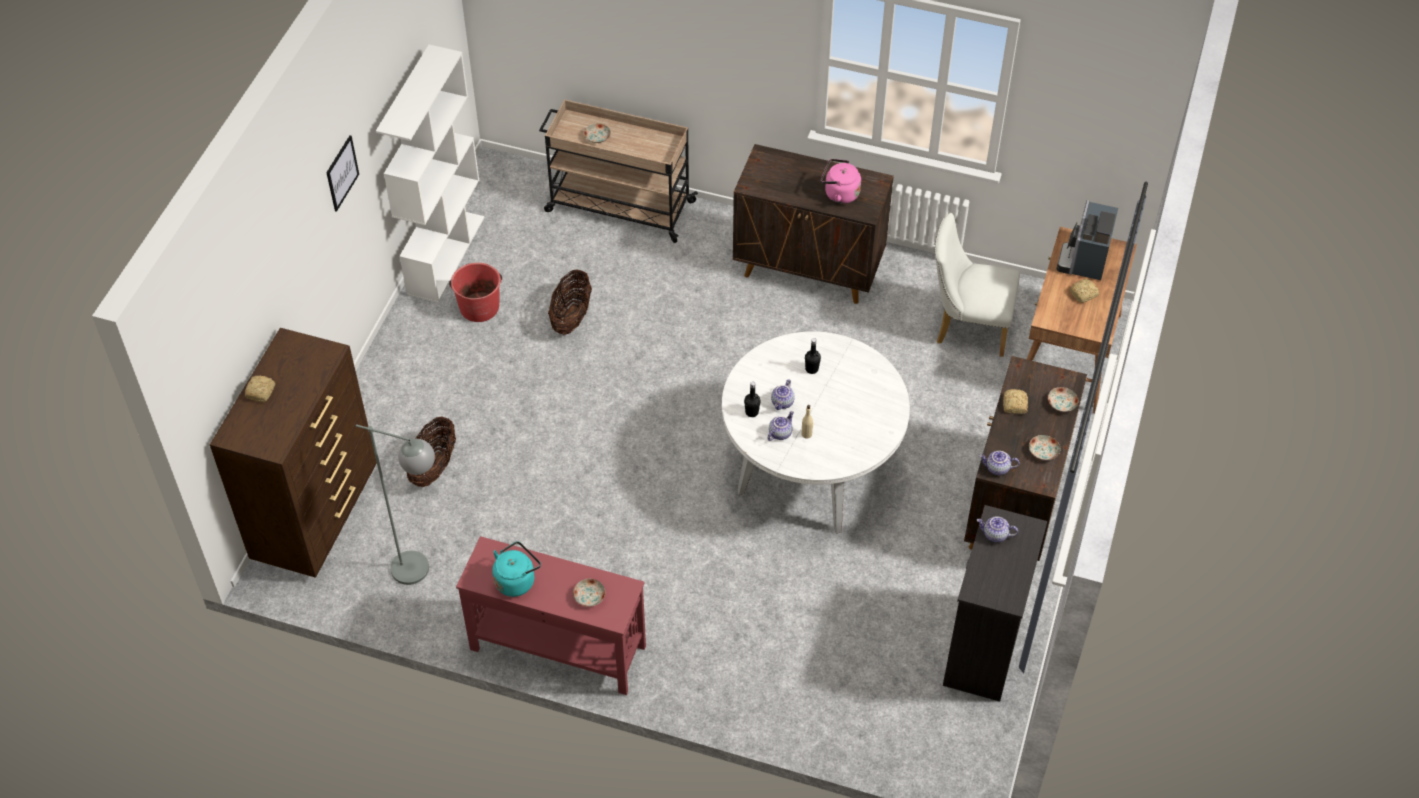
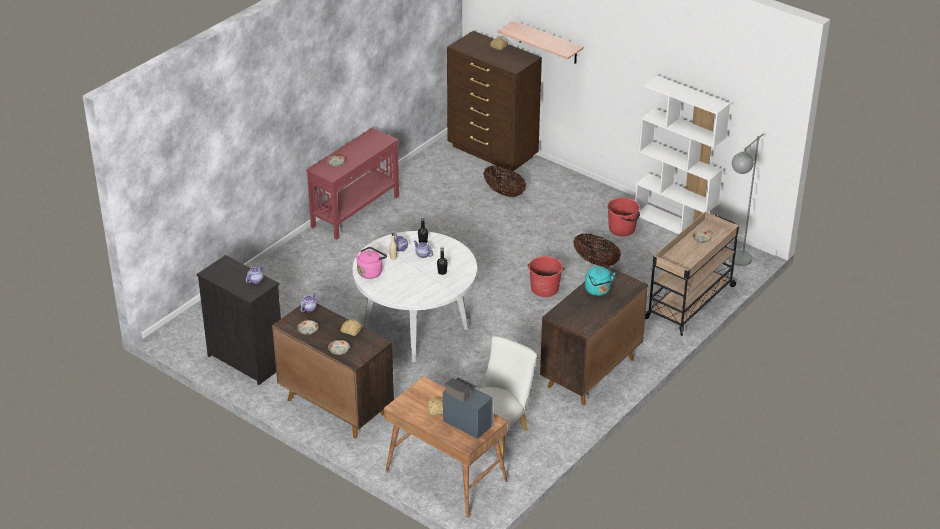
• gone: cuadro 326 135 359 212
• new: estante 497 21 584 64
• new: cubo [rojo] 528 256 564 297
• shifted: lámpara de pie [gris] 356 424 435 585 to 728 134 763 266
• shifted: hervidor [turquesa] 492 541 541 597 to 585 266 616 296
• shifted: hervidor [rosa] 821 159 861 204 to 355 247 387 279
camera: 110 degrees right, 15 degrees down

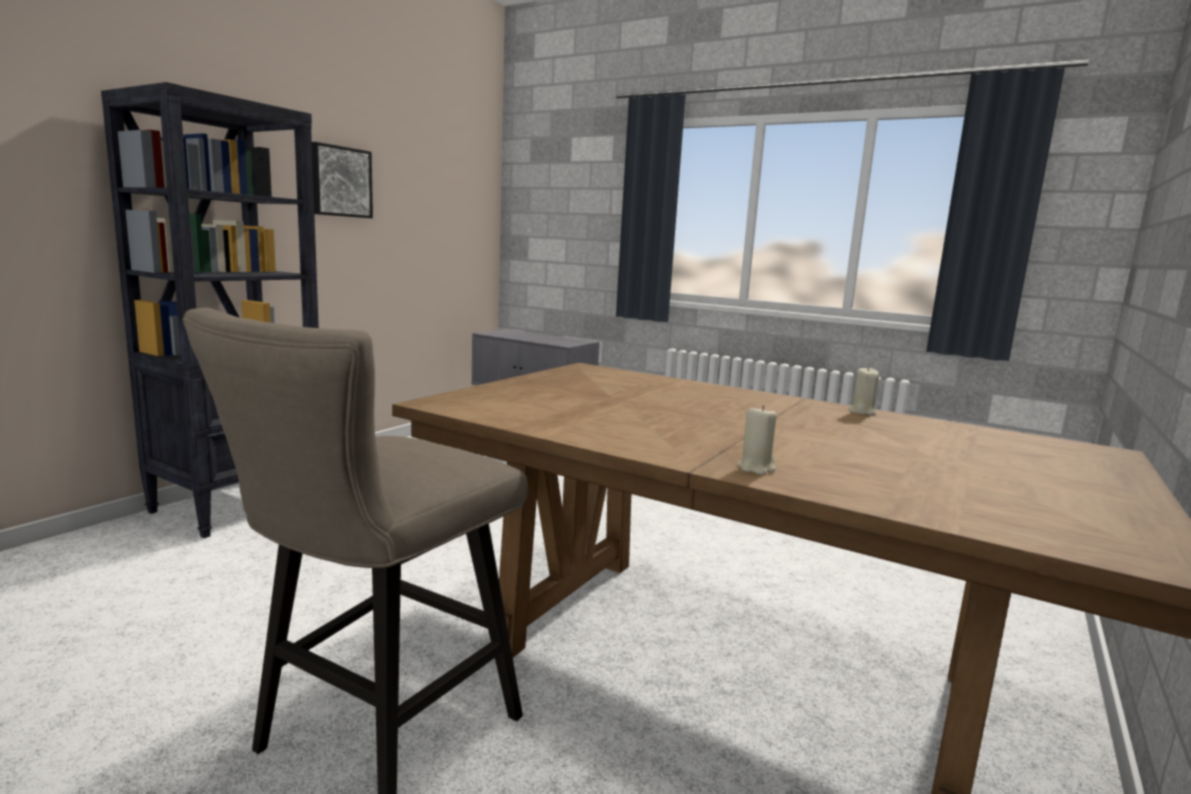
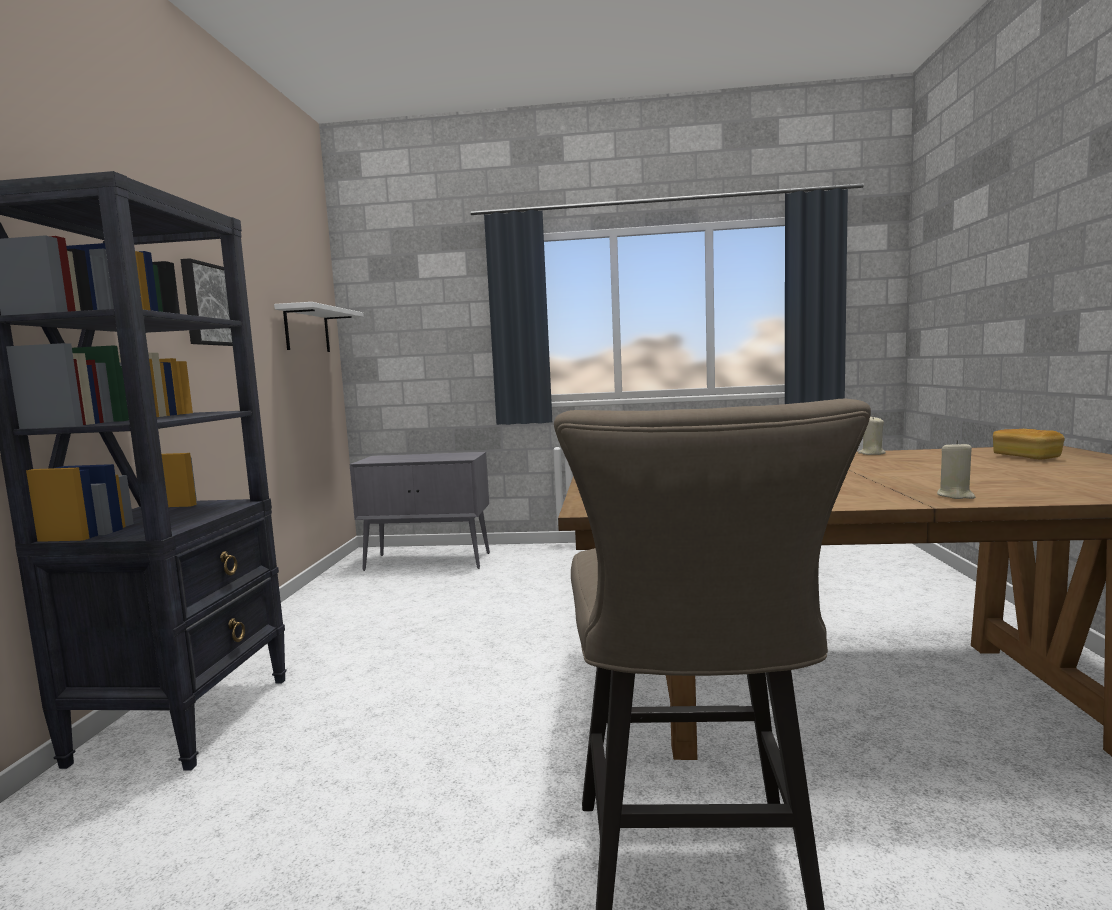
• new: estante [blanco] 274 302 364 352
• new: pan 993 429 1065 459
camera: 25 degrees left, 5 degrees down

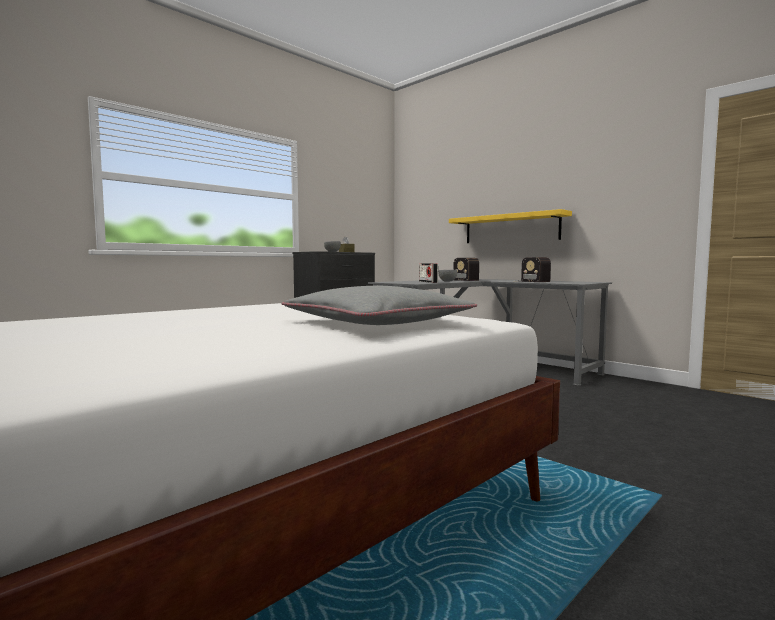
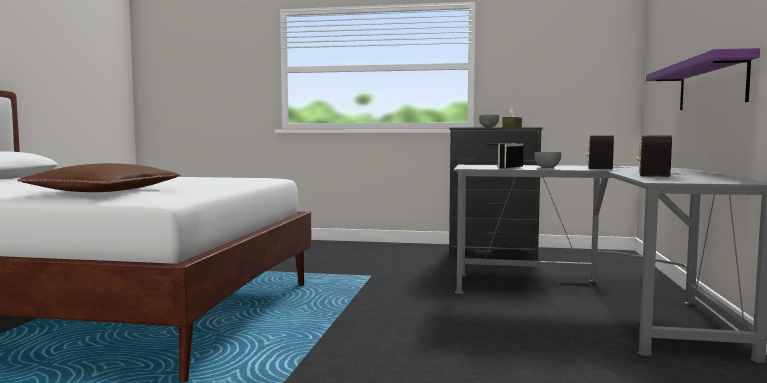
• repainted: cojín [gris] 281 286 477 325 to cojín [marrón] 17 163 181 192
• repainted: estante [amarillo] 449 209 572 243 to estante [morado] 646 48 760 110
camera: 55 degrees right, 0 degrees up

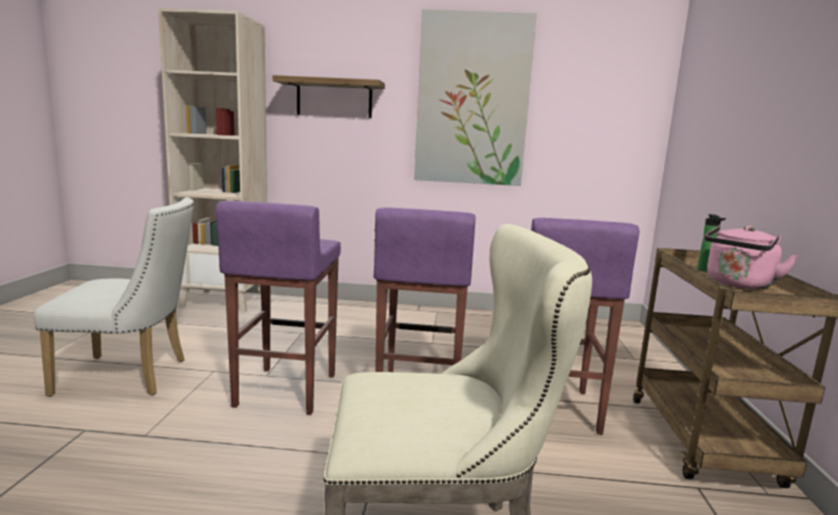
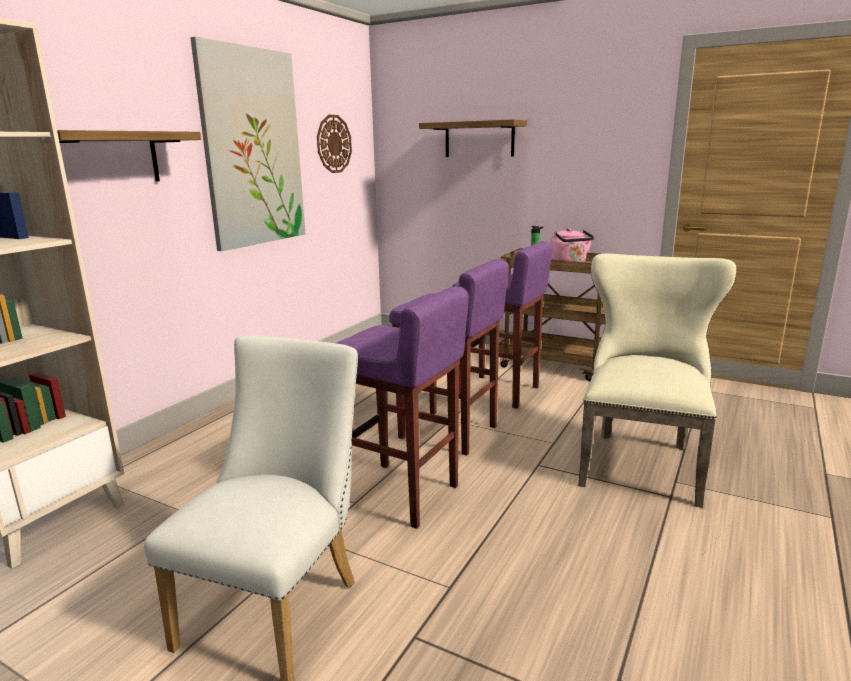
• new: reloj de pared 317 115 352 173
• new: estante 419 119 527 157
camera: 65 degrees left, 5 degrees up

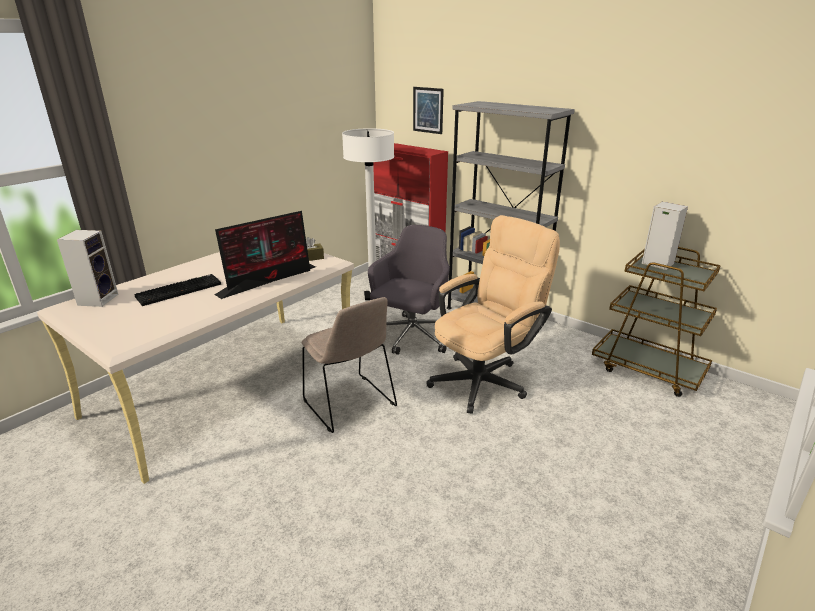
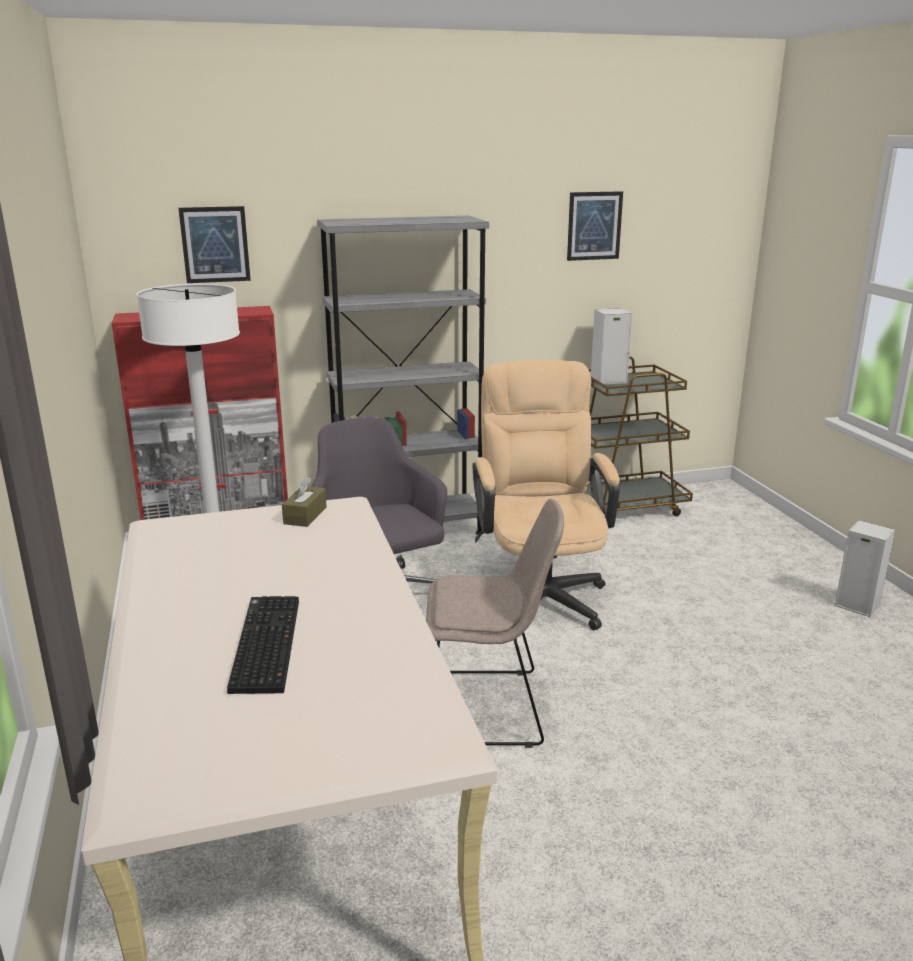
• gone: monitor 215 211 316 299
• new: cuadro 567 191 623 261
• shifted: altavoz 57 230 118 307 to 835 520 895 617
camera: 55 degrees left, 5 degrees down

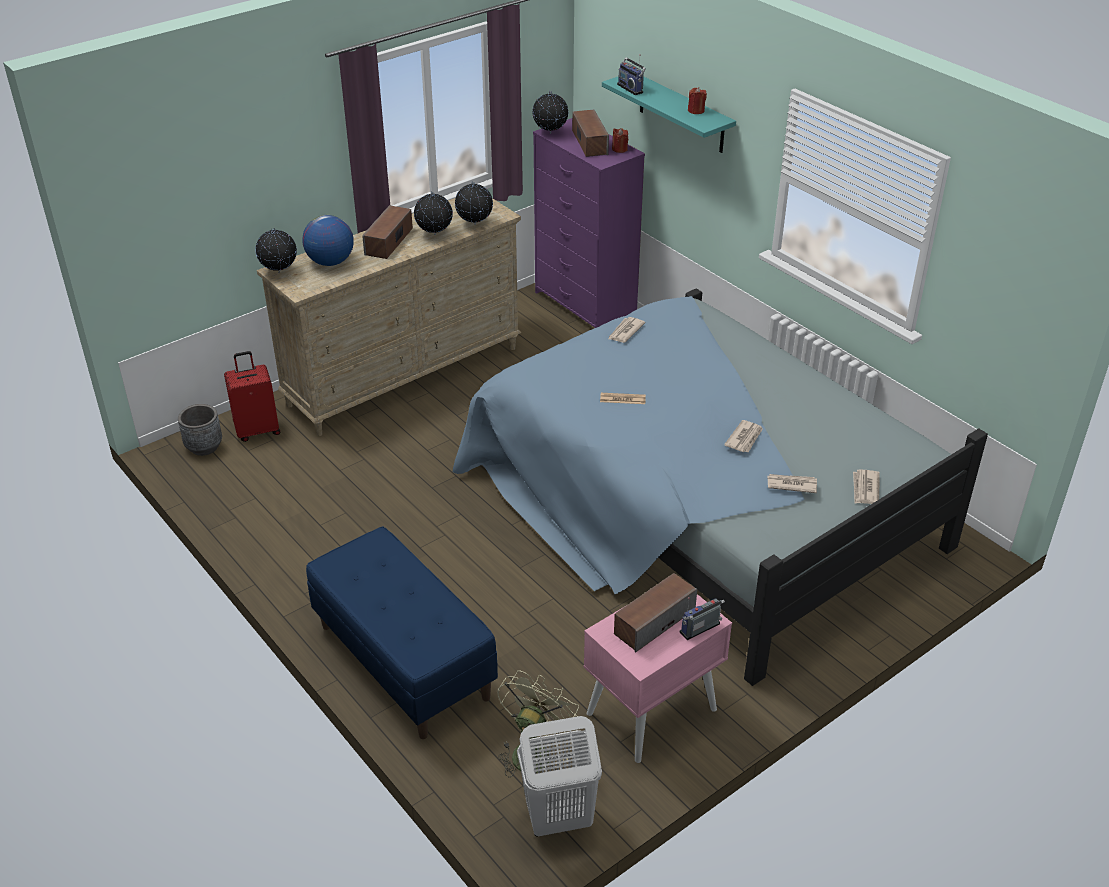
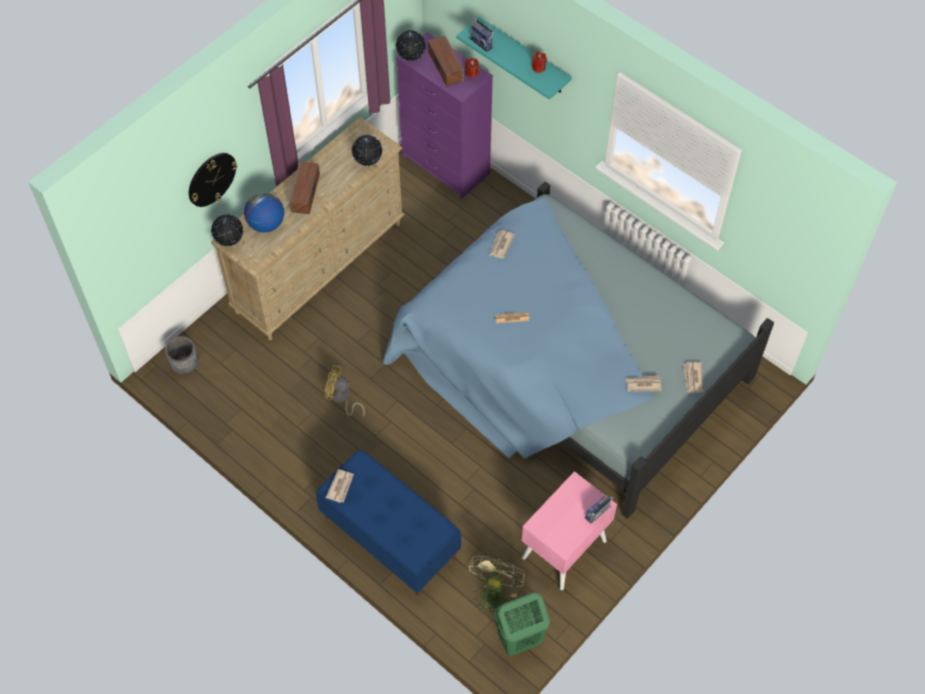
• gone: maleta [rojo] 224 351 280 442
• gone: globo terráqueo 414 191 453 235
• gone: altavoz 614 573 697 652
• new: reloj de pared 189 153 237 207
• new: ventilador [amarillo] 325 365 365 417
• shifted: periódico 724 420 763 453 to 325 469 354 503
• repainted: cesto de la ropa [blanco] 517 716 602 836 to cesto de la ropa [verde] 494 592 550 656
camera: 10 degrees left, 20 degrees up

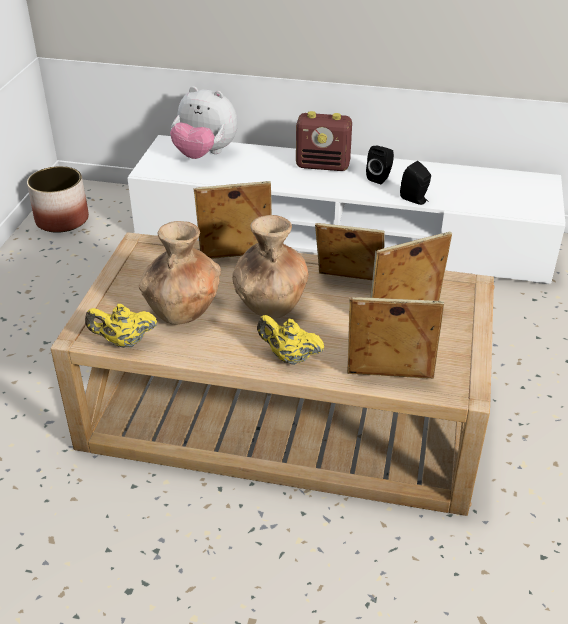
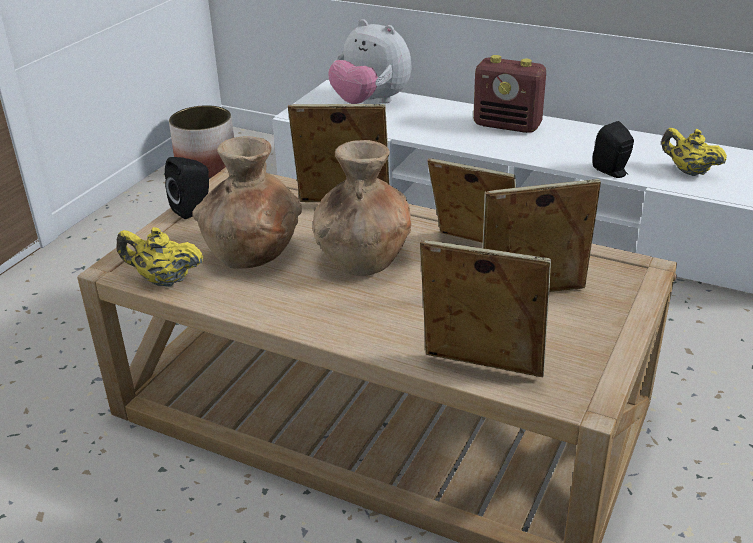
• shifted: tetera [amarillo] 257 315 324 365 to 661 128 727 176
• shifted: altavoz [negro] 366 146 394 184 to 165 157 209 219
camera: 15 degrees right, 5 degrees down

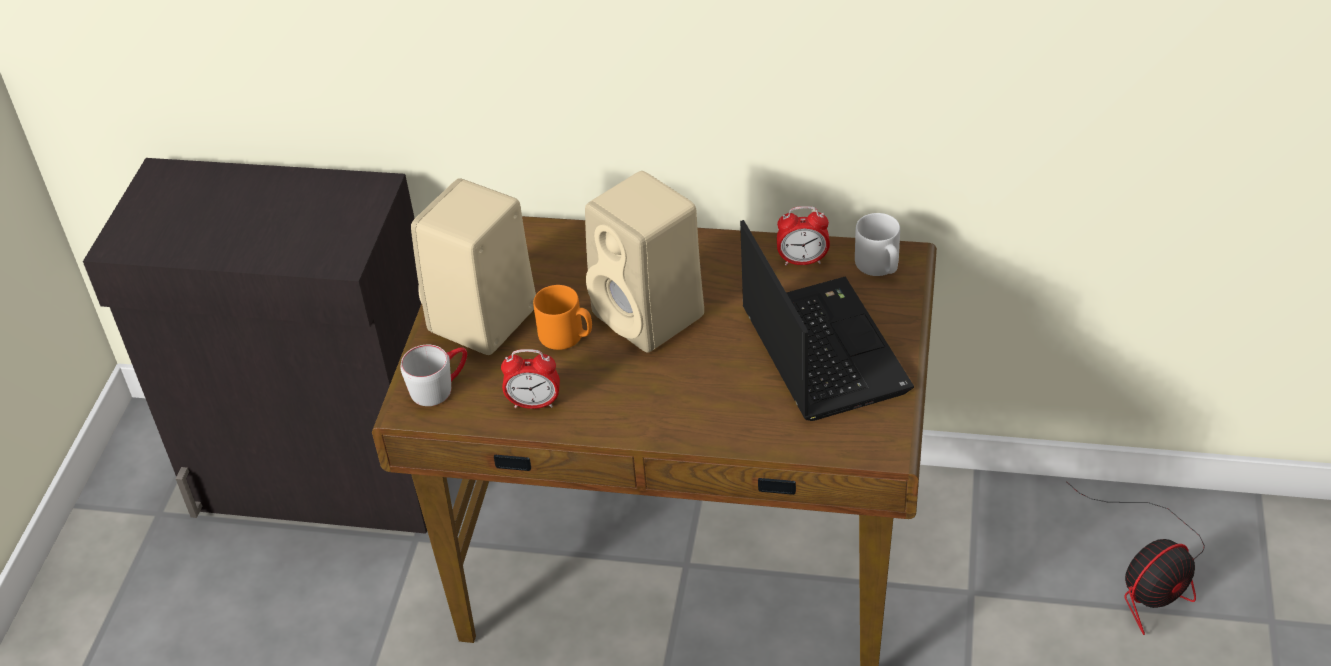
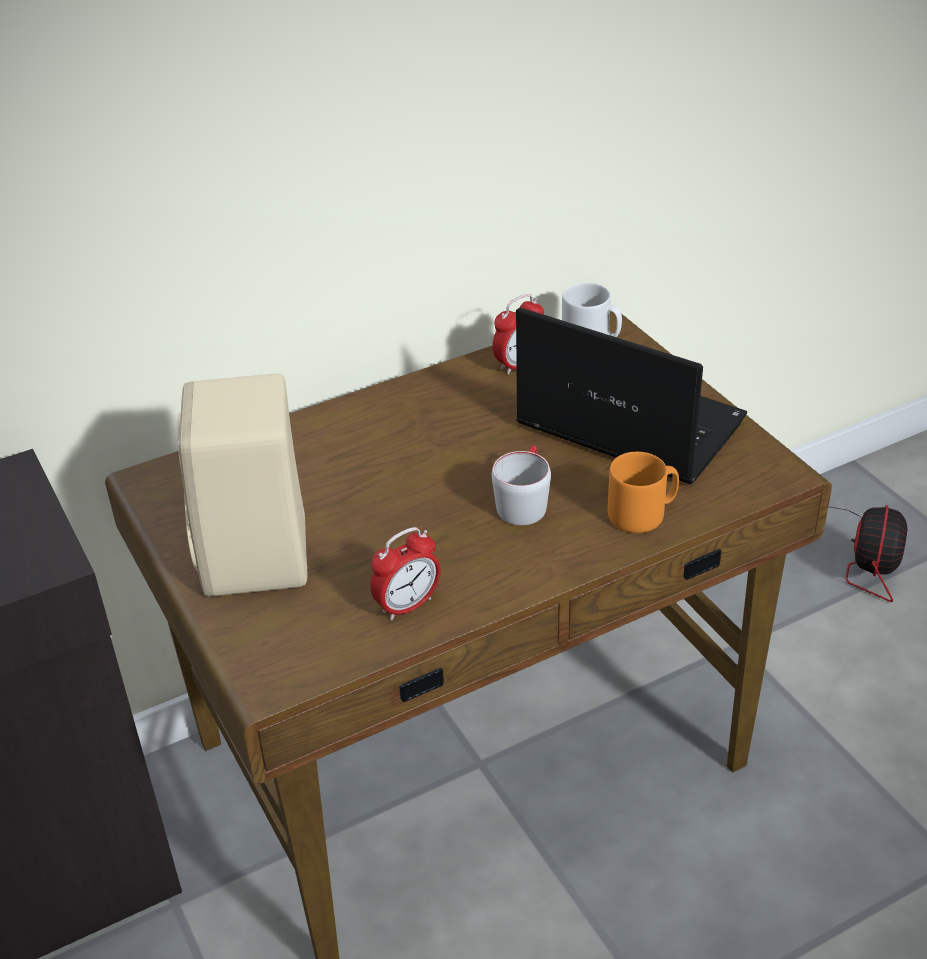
• gone: altavoz [beis] 585 171 704 353
• shifted: taza grande [gris] 401 345 467 406 to 492 445 551 525
• shifted: taza grande [naranja] 533 285 592 350 to 608 452 679 533
camera: 40 degrees left, 5 degrees down

